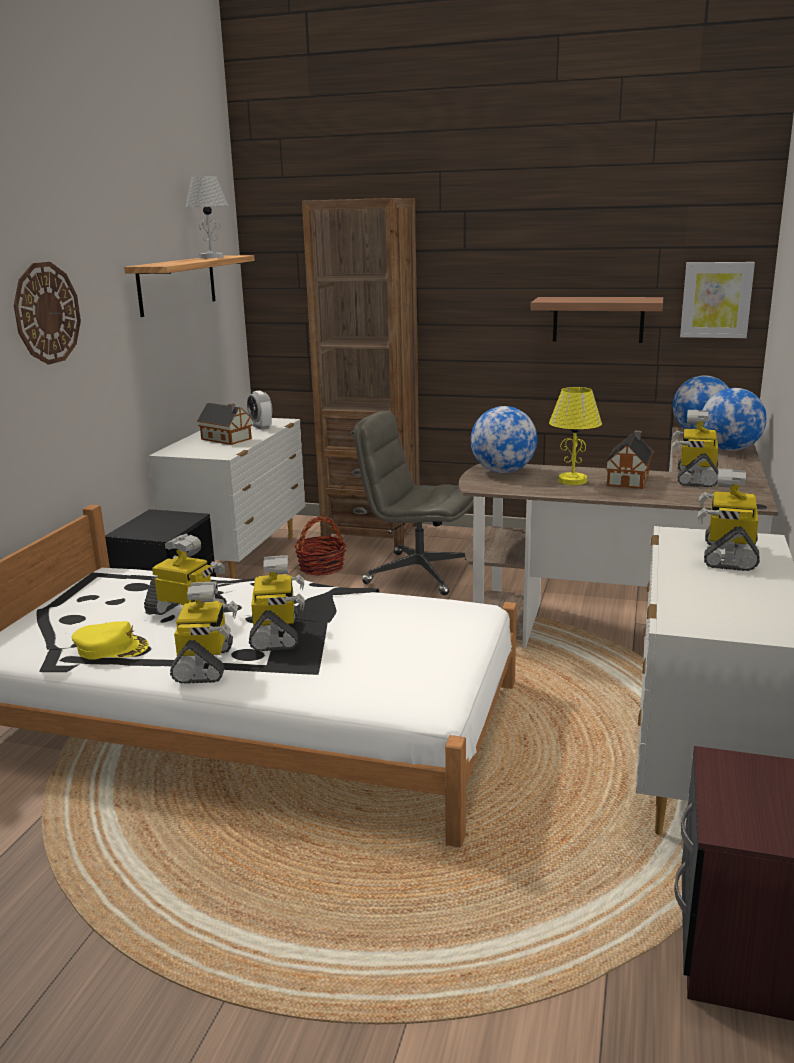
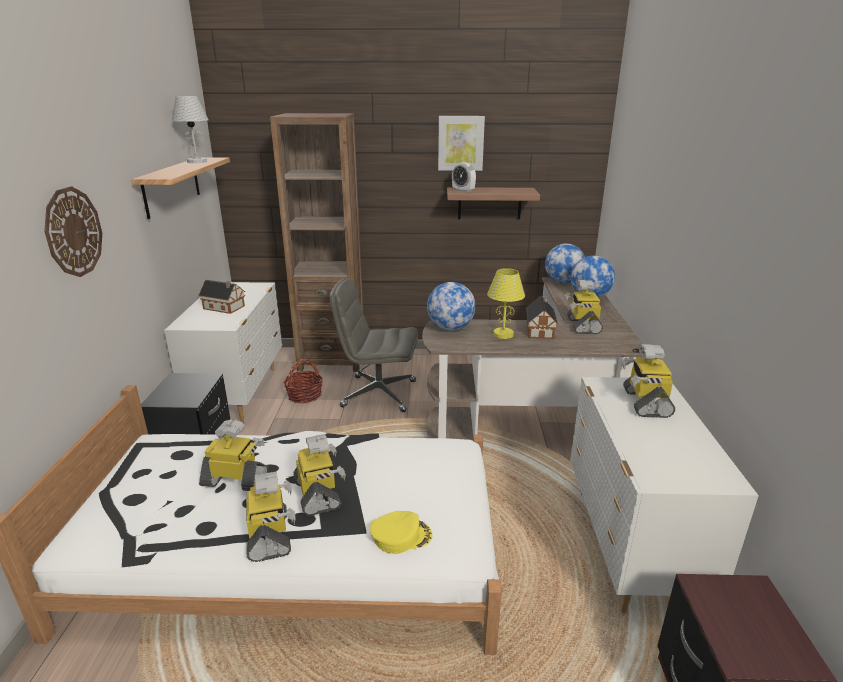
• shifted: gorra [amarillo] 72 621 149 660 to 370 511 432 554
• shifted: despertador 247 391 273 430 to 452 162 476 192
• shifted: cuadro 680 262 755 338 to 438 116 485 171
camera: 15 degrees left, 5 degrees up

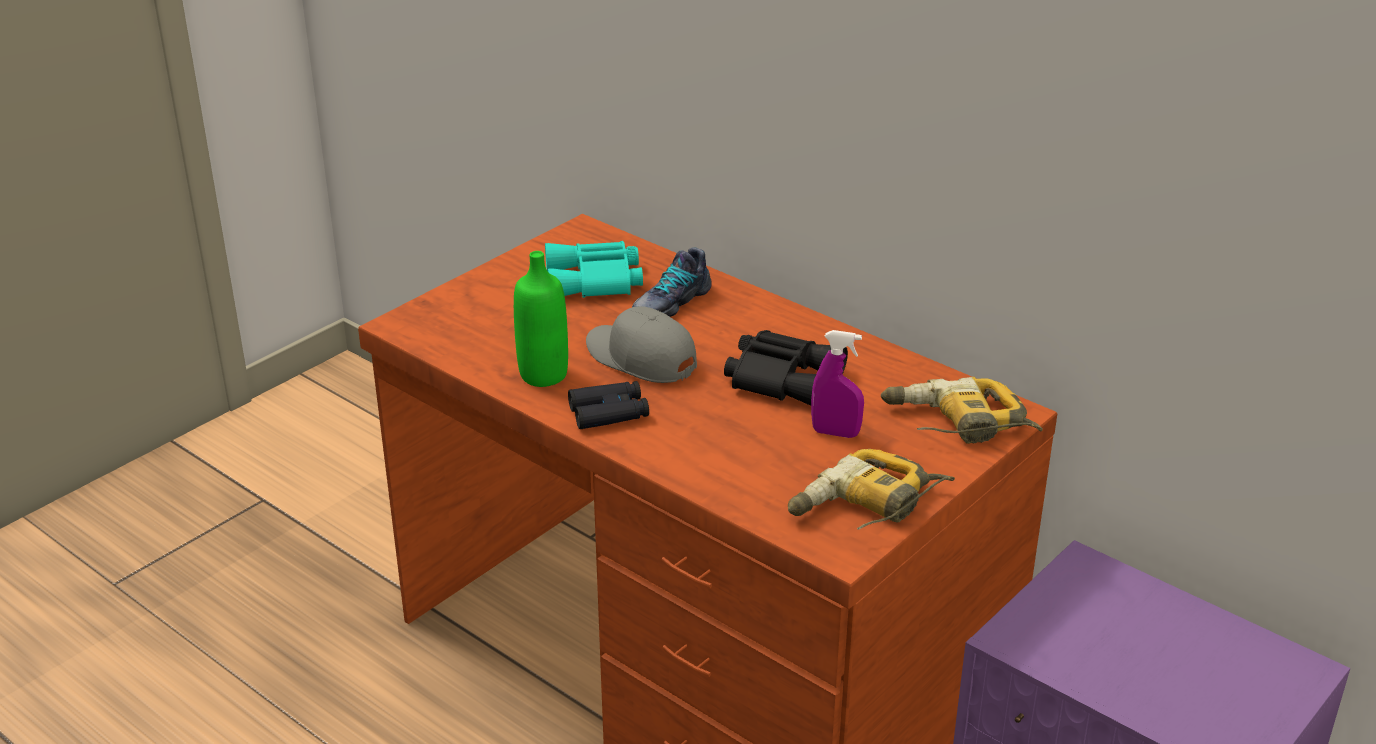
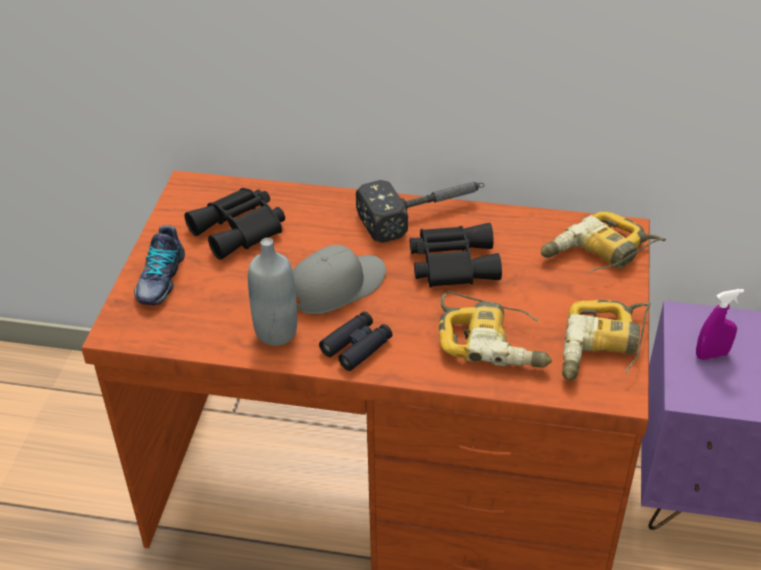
• new: martillo 356 180 484 243
• new: taladro 439 291 552 368
• shifted: zapato 632 247 712 317 to 134 225 185 306
• shifted: pulverizador [morado] 811 330 864 438 to 696 289 744 360
• repainted: botella [verde] 514 251 568 387 to botella [gris] 248 238 297 346
• repainted: prismáticos [turquesa] 545 241 643 298 to prismáticos [negro] 184 188 285 260
• rotated: gorra [gris] 586 306 697 383 = 293 245 386 314 135 degrees clockwise
camera: 30 degrees left, 10 degrees up

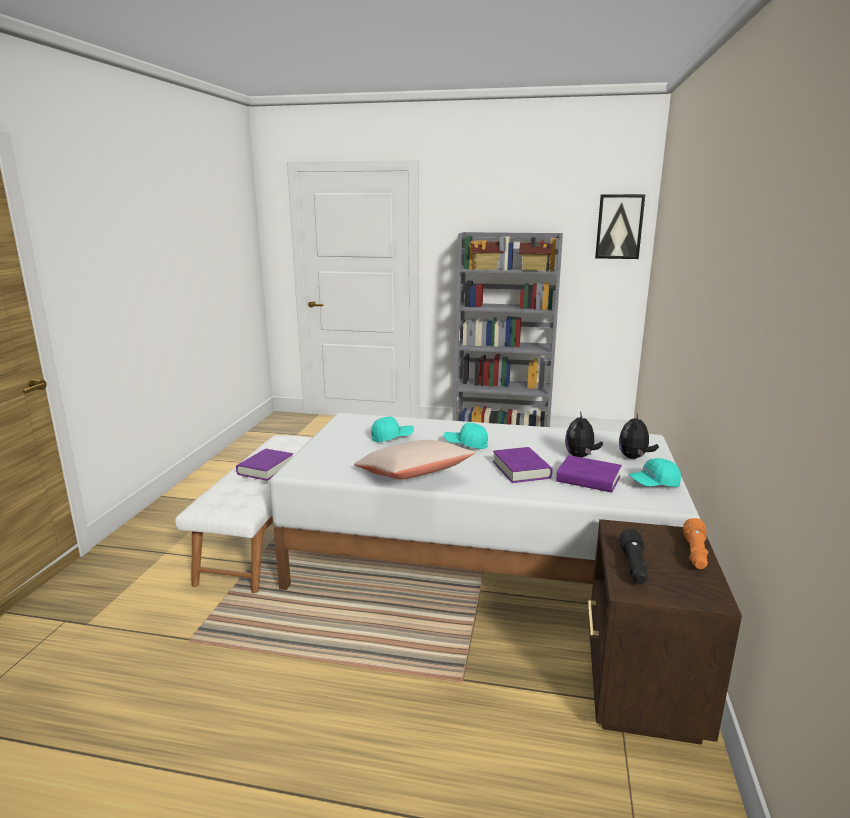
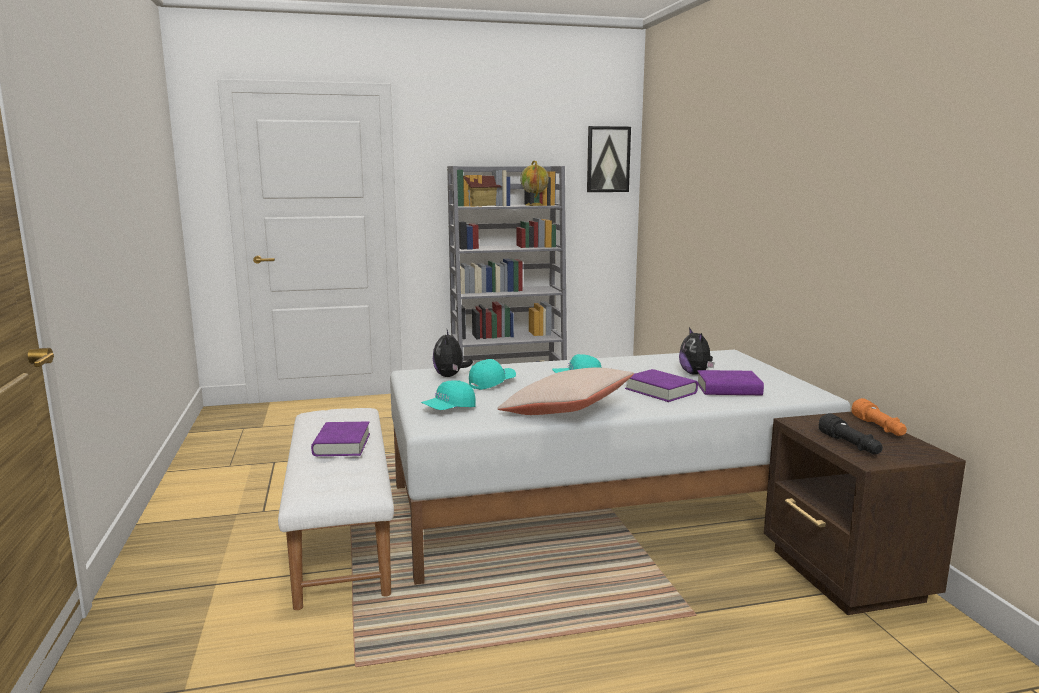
• shifted: peluche 619 413 659 459 to 433 330 473 377
• shifted: gorra [turquesa] 629 458 681 487 to 421 380 475 410
• swapped: casita 518 242 553 271 to globo terráqueo 520 160 549 206
camera: 25 degrees left, 5 degrees down

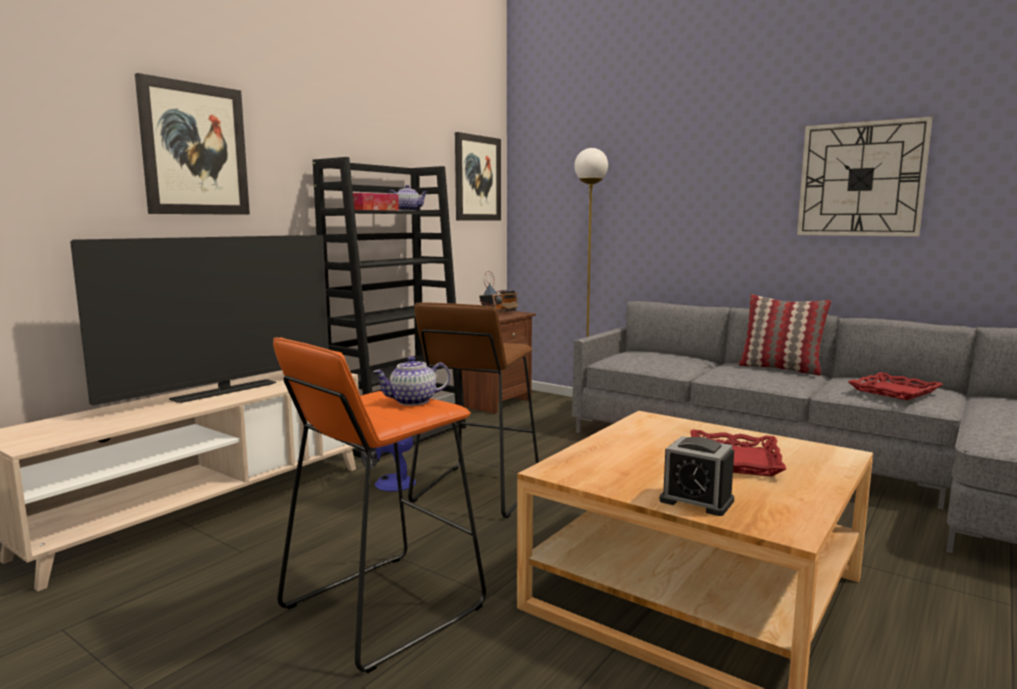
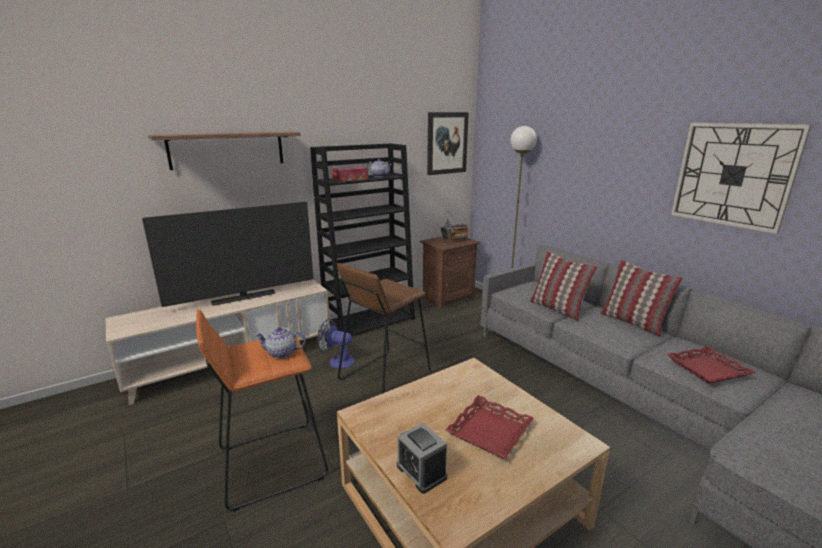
• new: cojín 530 251 597 321
• swapped: cuadro 135 73 250 215 to estante 148 131 301 170
camera: 20 degrees right, 10 degrees up

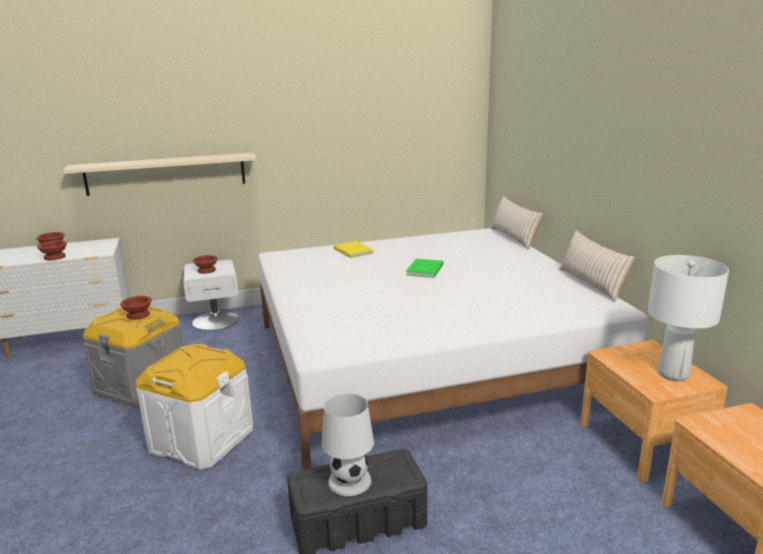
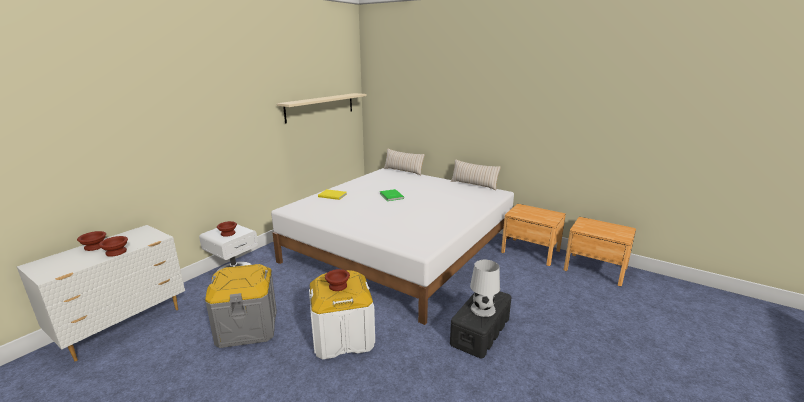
• gone: lámpara de mesa [blanco] 648 255 729 381
• shifted: estante [beis] 63 152 257 196 to 277 93 367 123
• shifted: cuenco [marrón] 120 296 152 320 to 325 269 350 291
camera: 40 degrees left, 0 degrees up

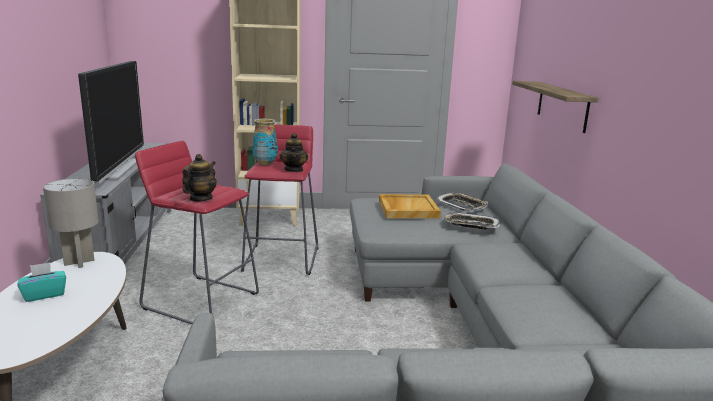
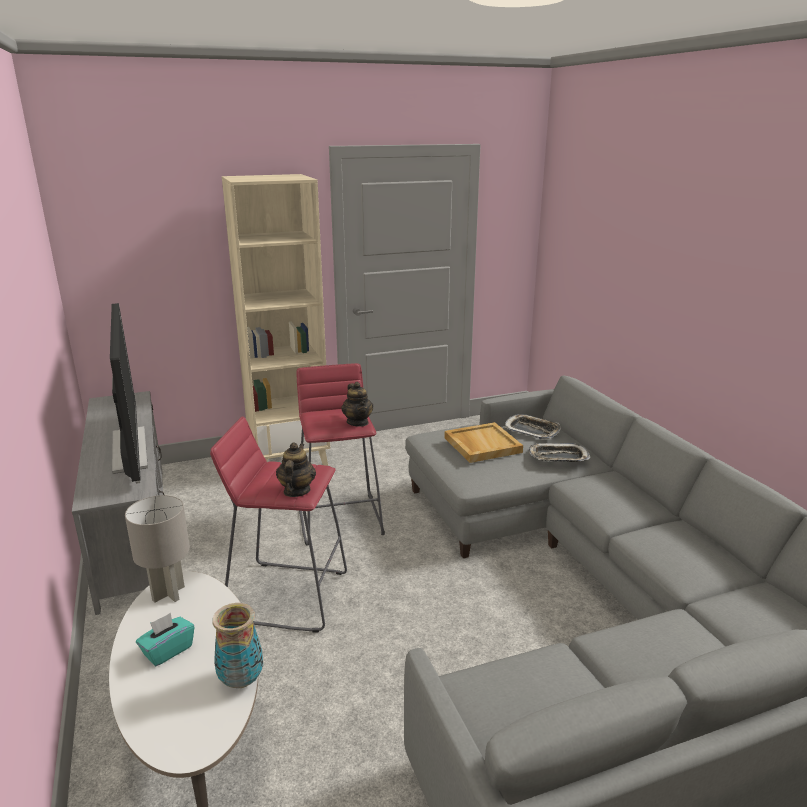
• gone: estante 512 81 598 133
• shifted: florero 252 119 278 165 to 212 603 263 688
camera: 15 degrees left, 5 degrees up

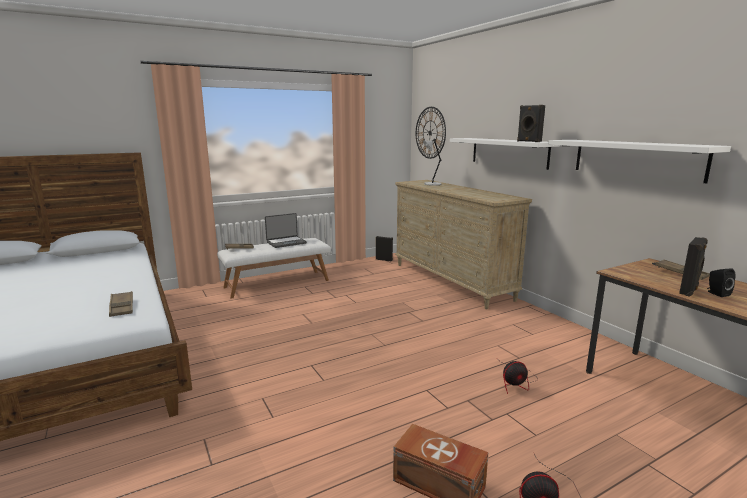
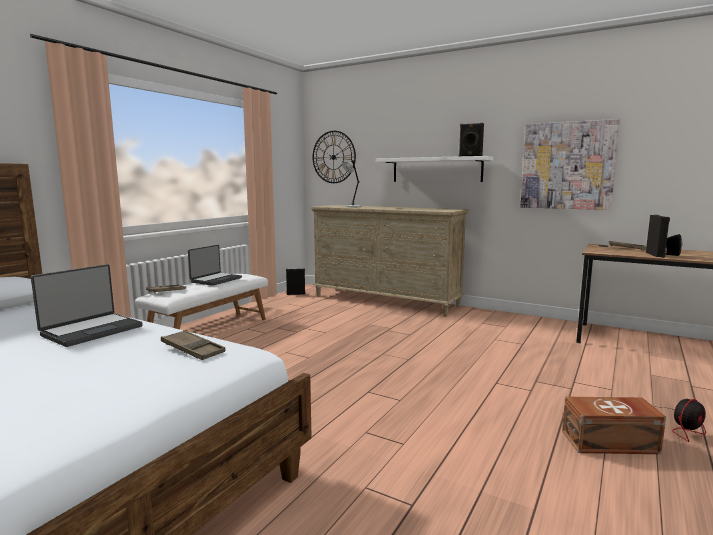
• gone: ventilador 500 361 538 394
• new: portátil 31 264 143 347
• swapped: estante [blanco] 548 140 731 183 to cuadro 520 119 620 210
camera: 30 degrees left, 5 degrees down

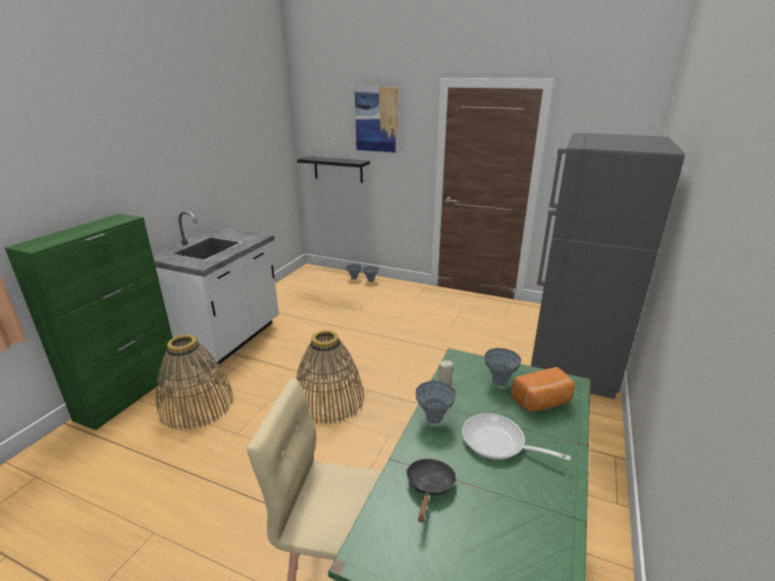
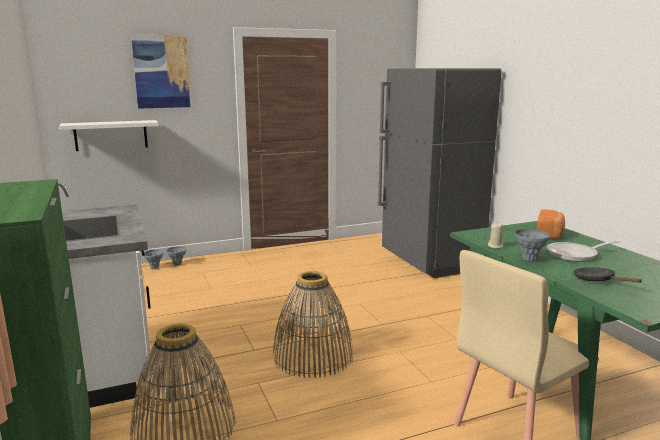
• gone: florero [gris] 485 348 521 386
• repainted: estante [negro] 297 156 370 183 to estante [blanco] 59 120 159 151
camera: 45 degrees left, 10 degrees down

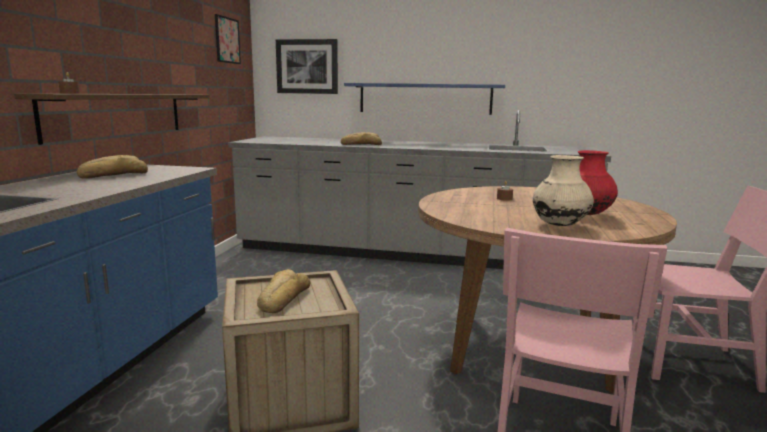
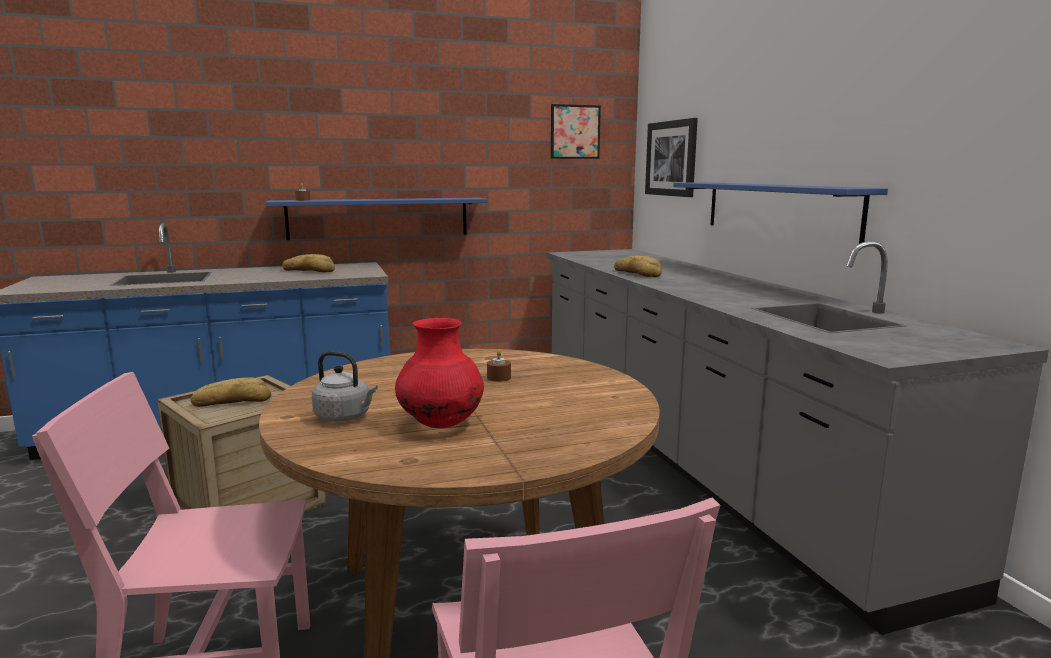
• swapped: florero [beis] 533 155 594 226 to hervidor [gris] 312 351 378 422
• repainted: estante [marrón] 14 93 210 145 to estante [azul] 266 198 487 240
camera: 60 degrees right, 0 degrees up

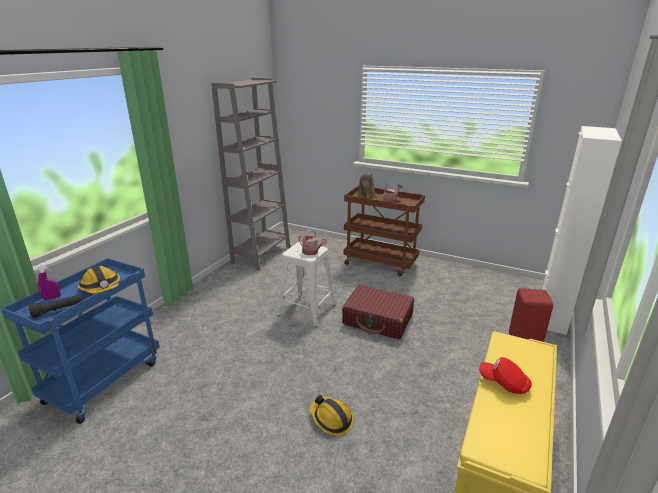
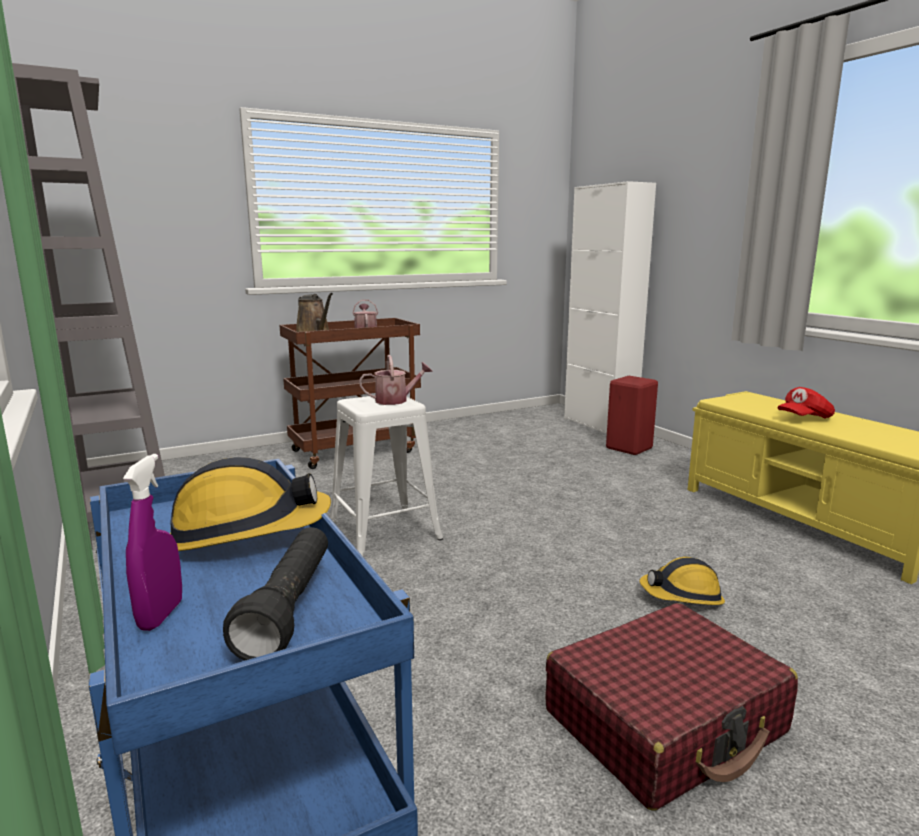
• shifted: maleta [rojo] 342 285 414 339 to 545 603 798 811
camera: 55 degrees left, 10 degrees down

